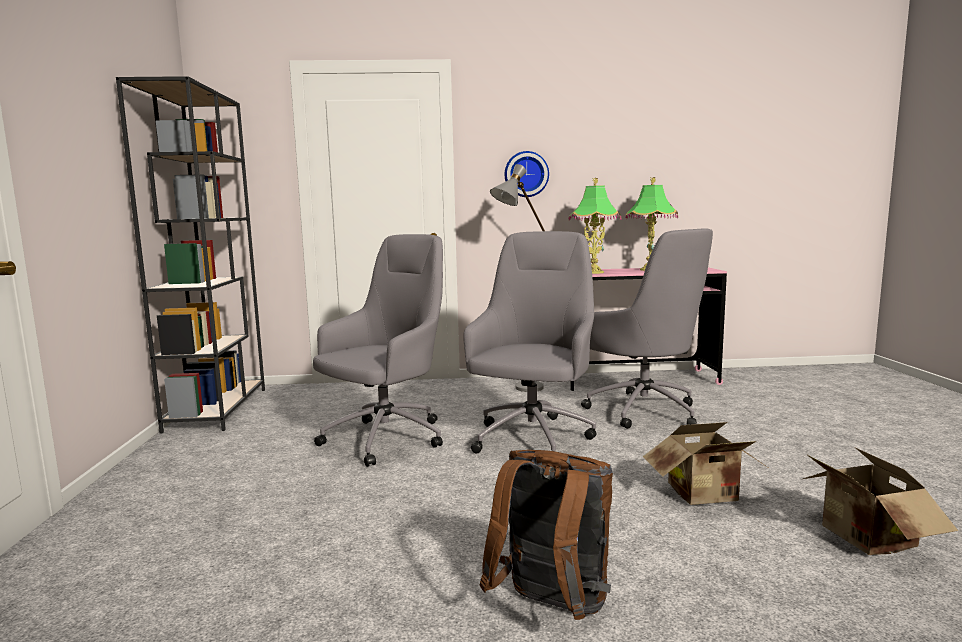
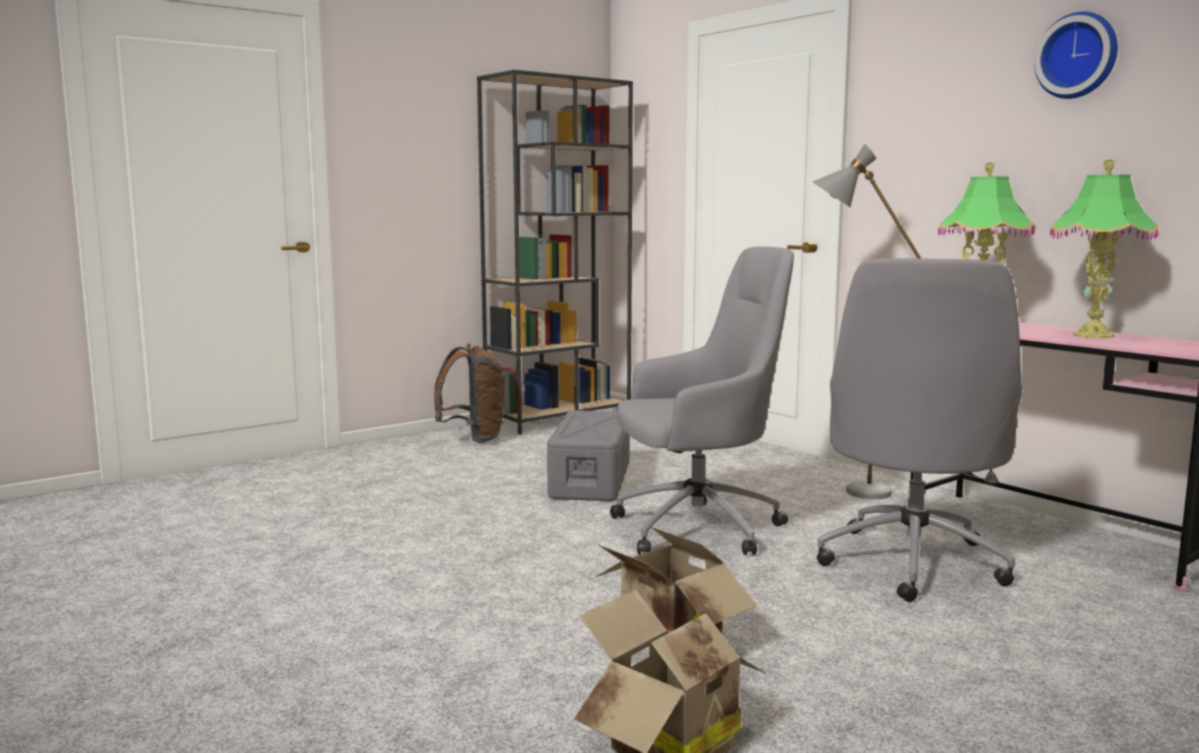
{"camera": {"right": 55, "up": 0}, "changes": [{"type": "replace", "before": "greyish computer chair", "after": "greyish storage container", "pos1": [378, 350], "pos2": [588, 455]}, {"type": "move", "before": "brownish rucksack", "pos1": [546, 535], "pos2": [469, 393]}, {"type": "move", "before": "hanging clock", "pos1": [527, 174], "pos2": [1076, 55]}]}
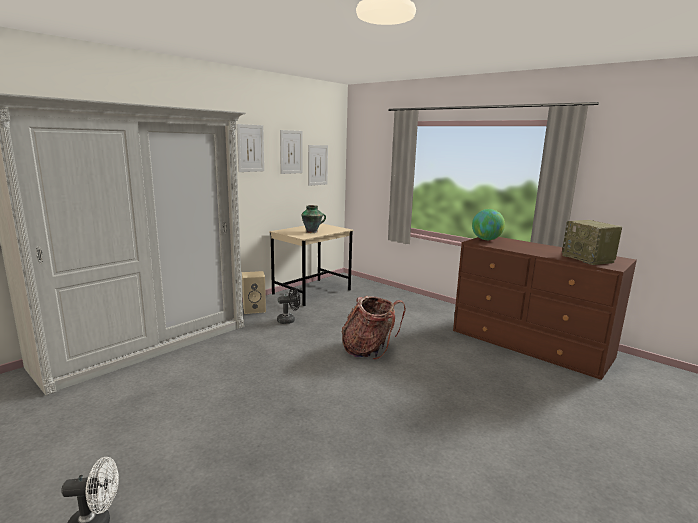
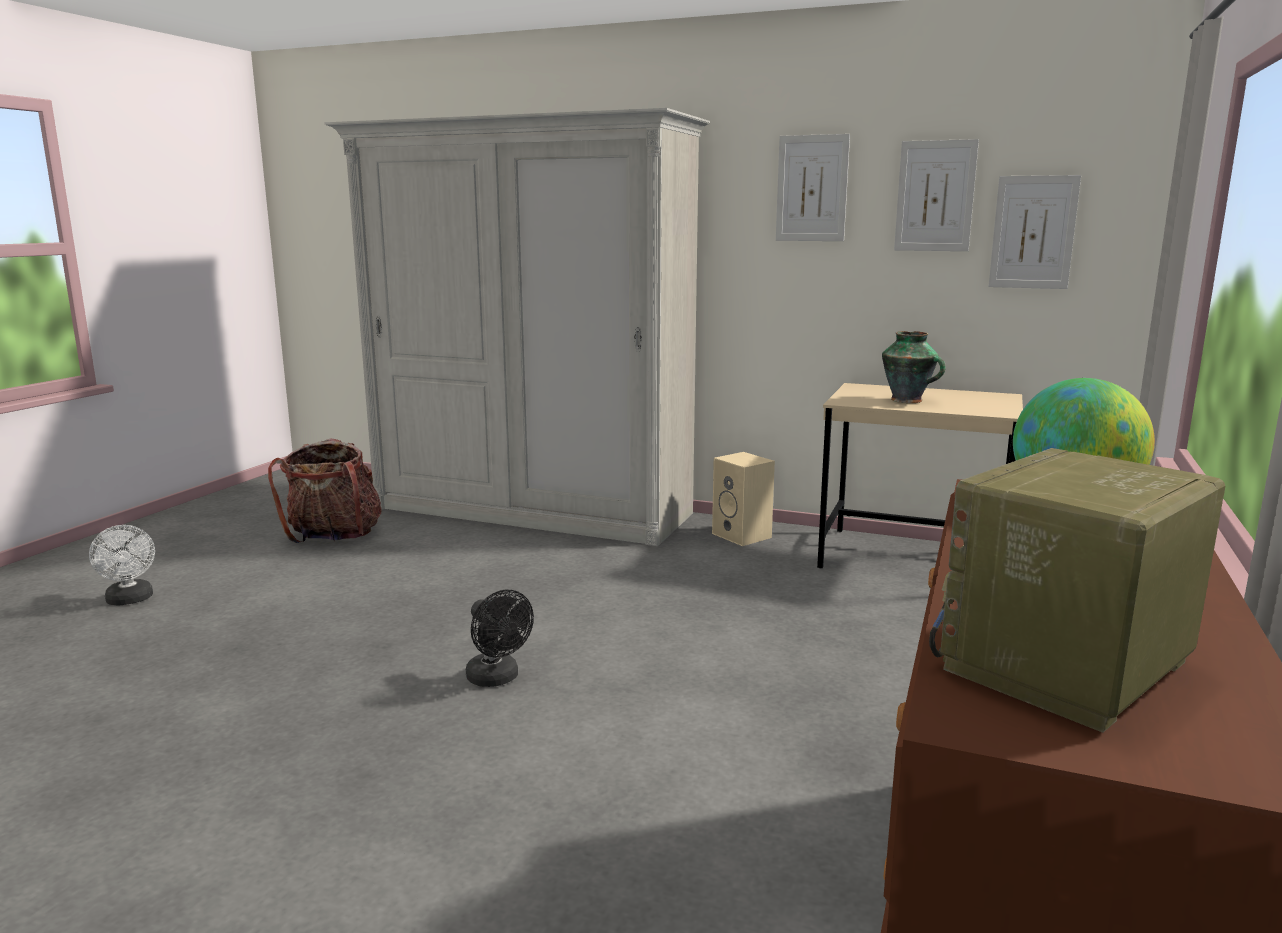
{"camera": {"right": 70, "up": 0}, "changes": [{"type": "move", "before": "blackish cooling fan", "pos1": [288, 305], "pos2": [500, 638]}, {"type": "move", "before": "rucksack", "pos1": [374, 328], "pos2": [325, 490]}]}
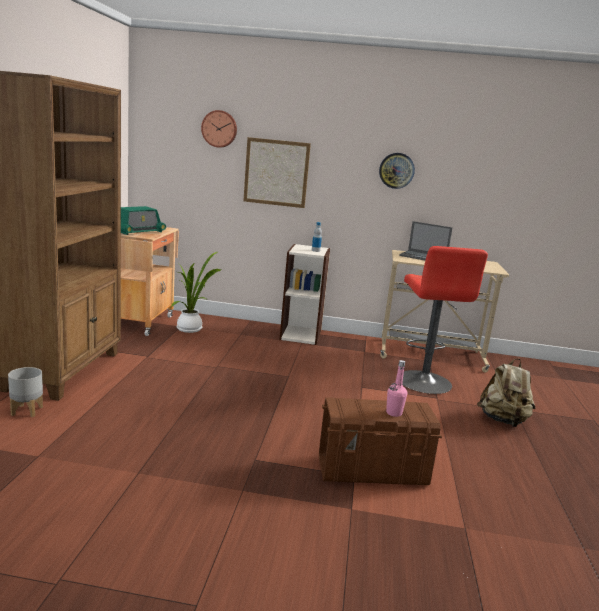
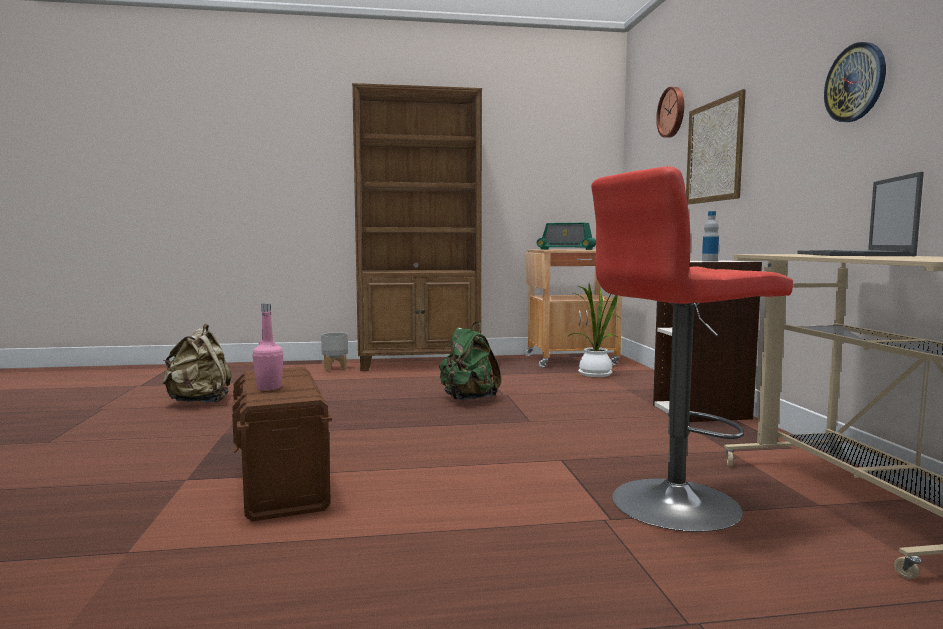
{"camera": {"right": 75, "up": -10}, "changes": [{"type": "move", "before": "beige-coloured rucksack", "pos1": [506, 393], "pos2": [197, 363]}, {"type": "insert", "after": "green rucksack", "pos2": [470, 361]}]}
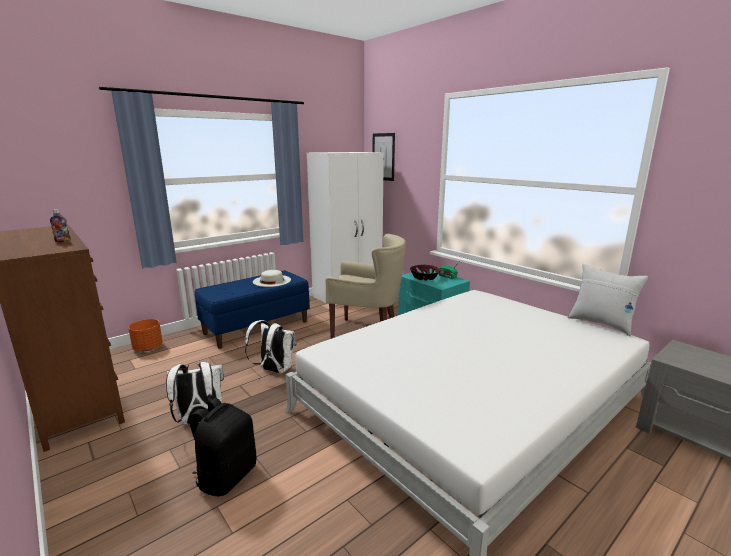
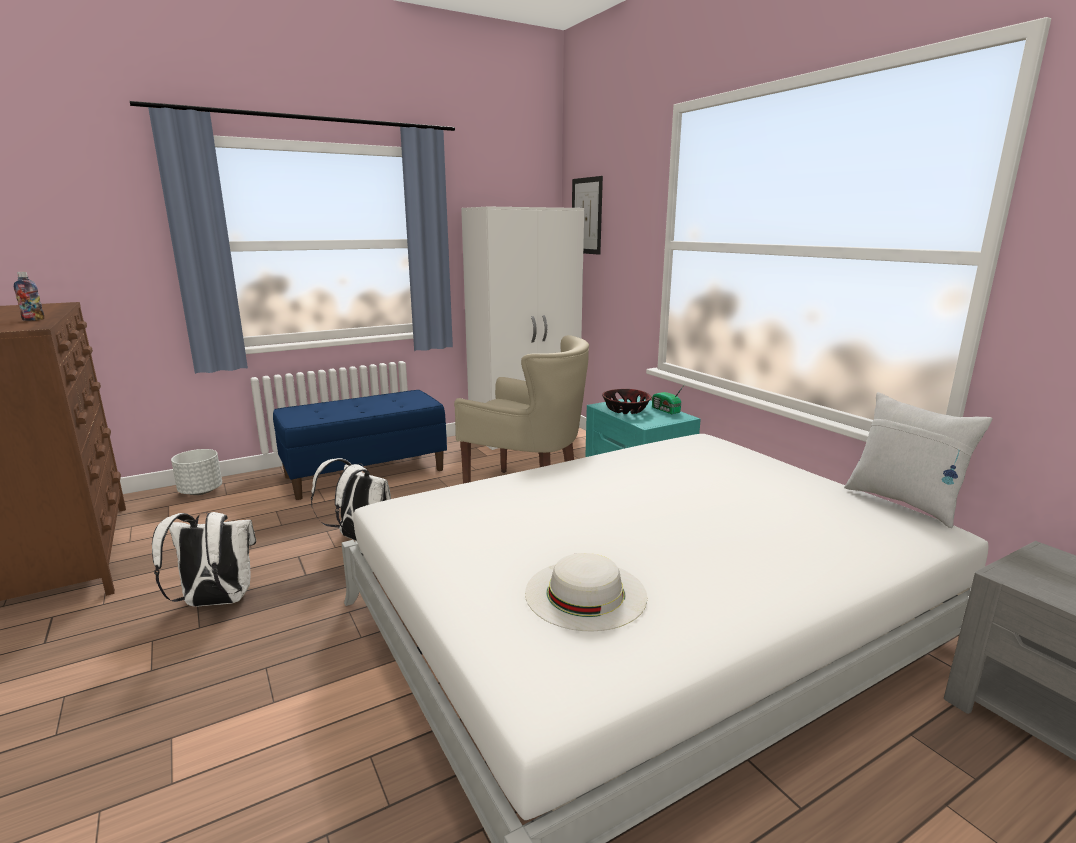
{"camera": {"right": 10, "up": 0}, "changes": [{"type": "recolor", "before": "orangey flower pot", "after": "white-coloured flower pot", "pos1": [145, 335], "pos2": [196, 472]}, {"type": "delete", "before": "blackish rucksack", "pos1": [223, 447]}, {"type": "move", "before": "white-coloured wearable hat", "pos1": [272, 278], "pos2": [586, 592]}]}
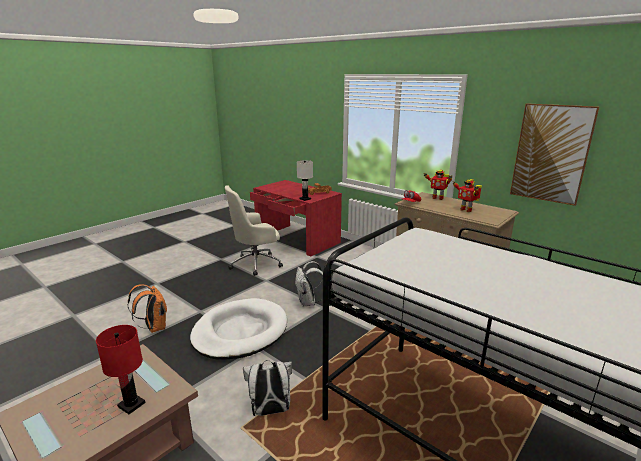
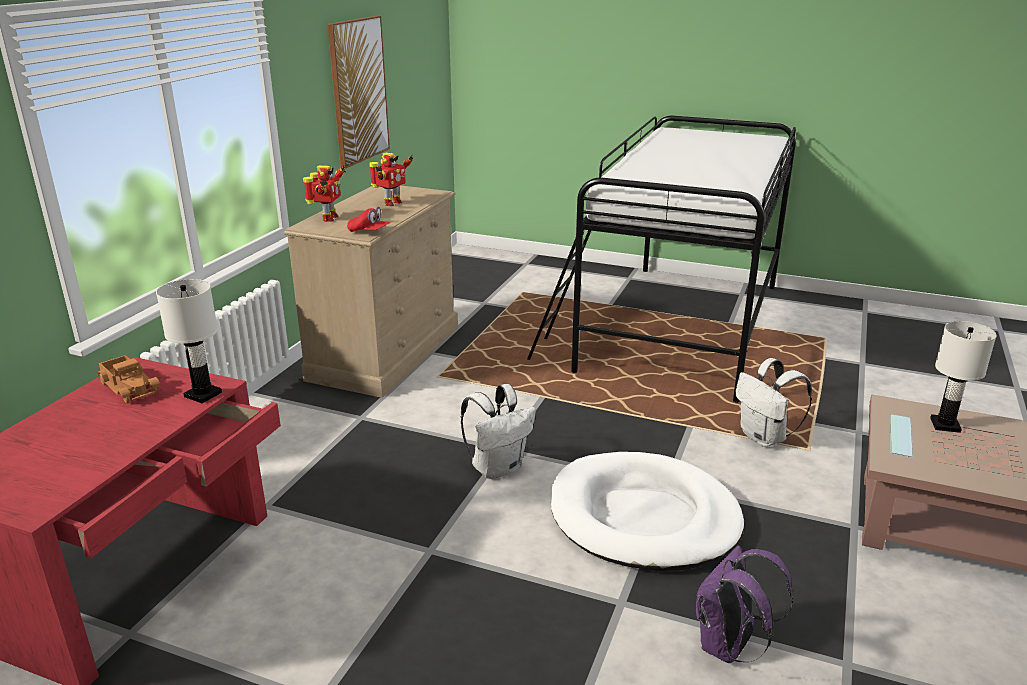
{"camera": {"right": -110, "up": 5}, "changes": [{"type": "recolor", "before": "red tabletop lamp", "after": "white-coloured tabletop lamp", "pos1": [120, 369], "pos2": [963, 377]}, {"type": "recolor", "before": "orangey rucksack", "after": "purple rucksack", "pos1": [147, 308], "pos2": [744, 604]}, {"type": "delete", "before": "beige-coloured computer chair", "pos1": [254, 230]}]}
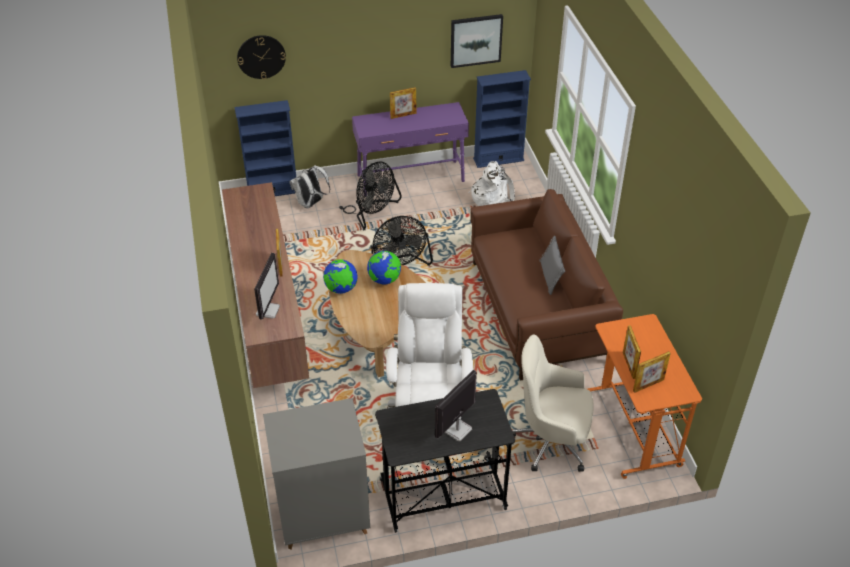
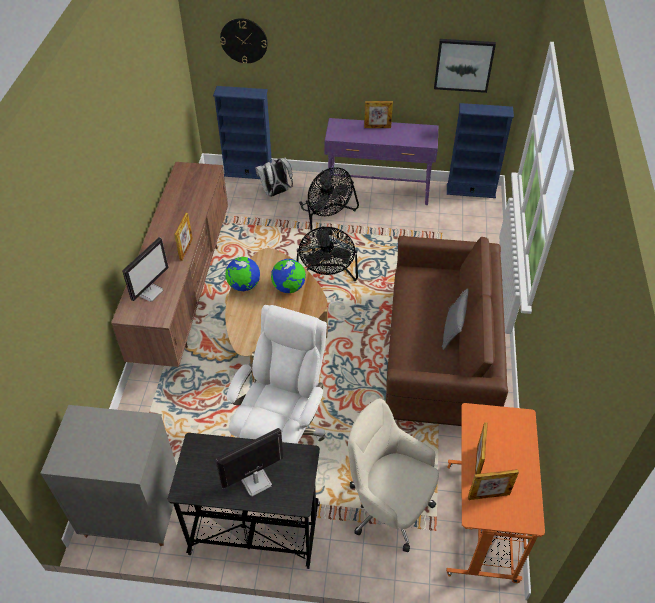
{"camera": {"right": 20, "up": 5}, "changes": [{"type": "delete", "before": "white-coloured rucksack", "pos1": [492, 183]}]}
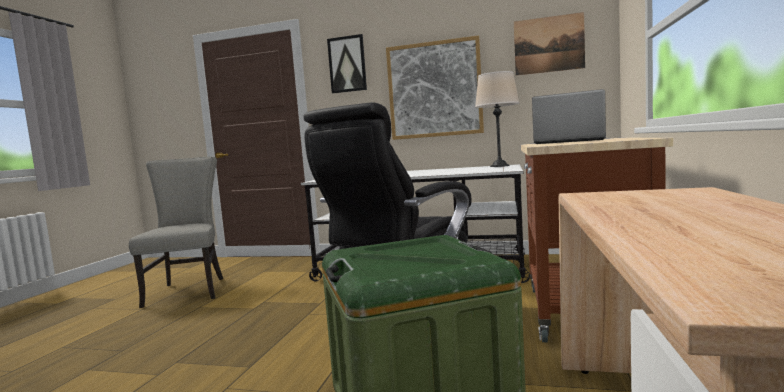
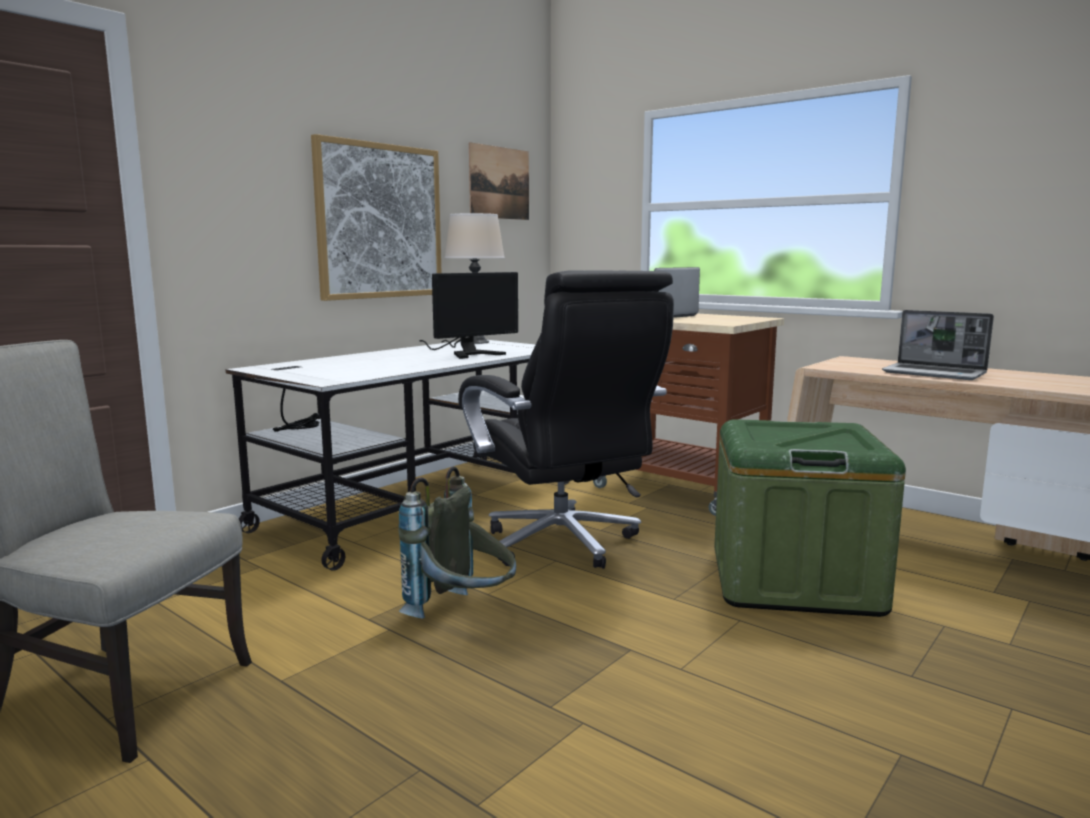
{"camera": {"right": -65, "up": 5}, "changes": [{"type": "delete", "before": "wall picture", "pos1": [347, 63]}, {"type": "insert", "after": "greyish rucksack", "pos2": [457, 543]}, {"type": "insert", "after": "monitor", "pos2": [469, 315]}, {"type": "insert", "after": "notebook computer", "pos2": [938, 345]}]}
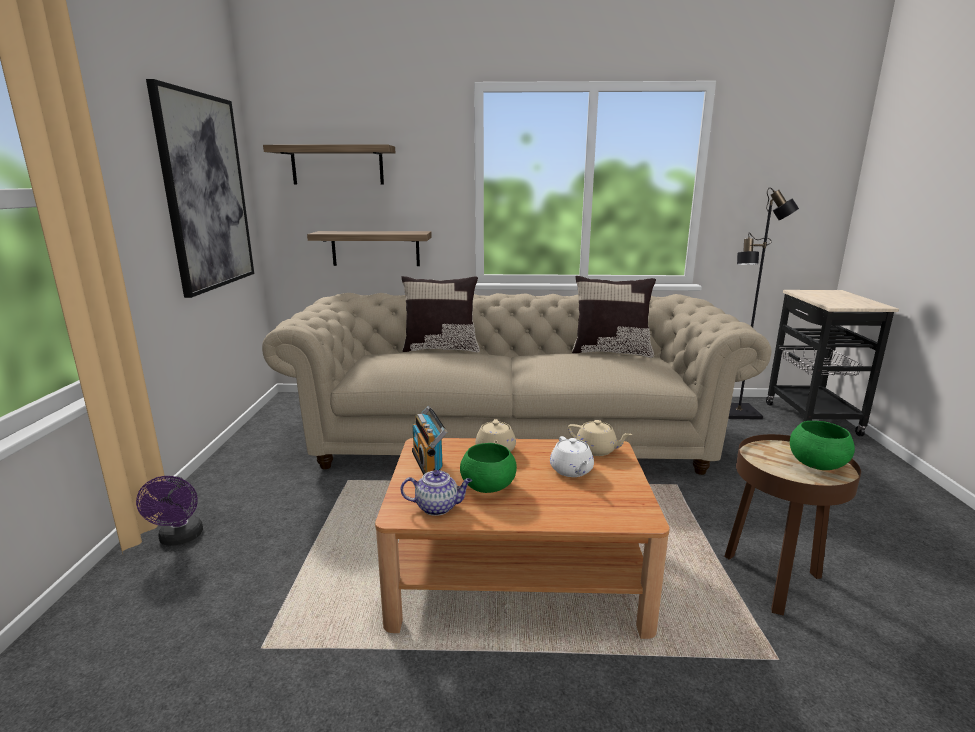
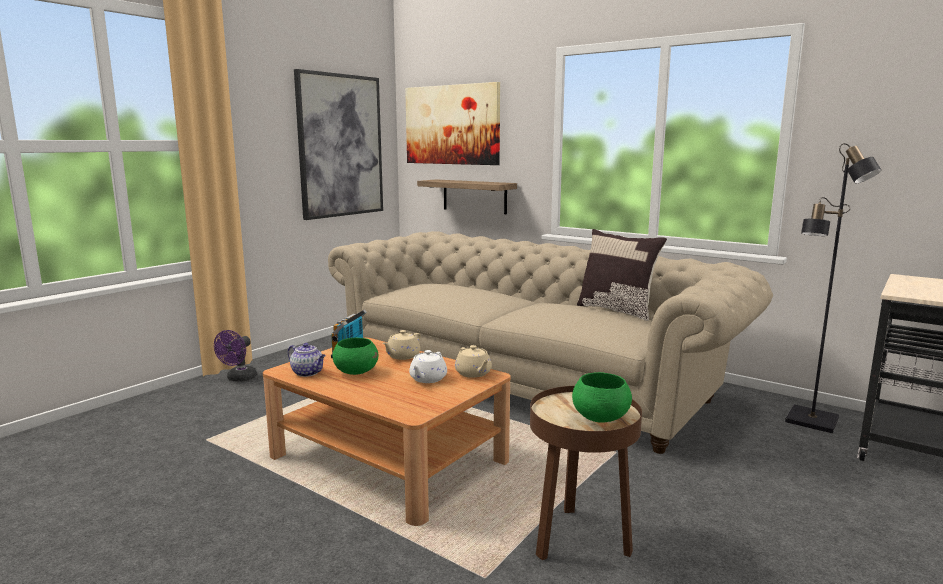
{"camera": {"right": 35, "up": -5}, "changes": [{"type": "replace", "before": "shelf", "after": "wall picture", "pos1": [329, 164], "pos2": [452, 123]}, {"type": "delete", "before": "pillow", "pos1": [440, 314]}]}
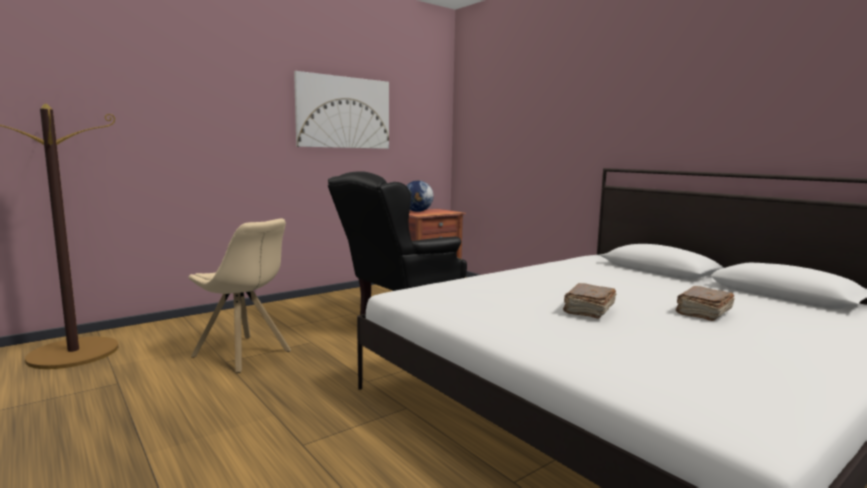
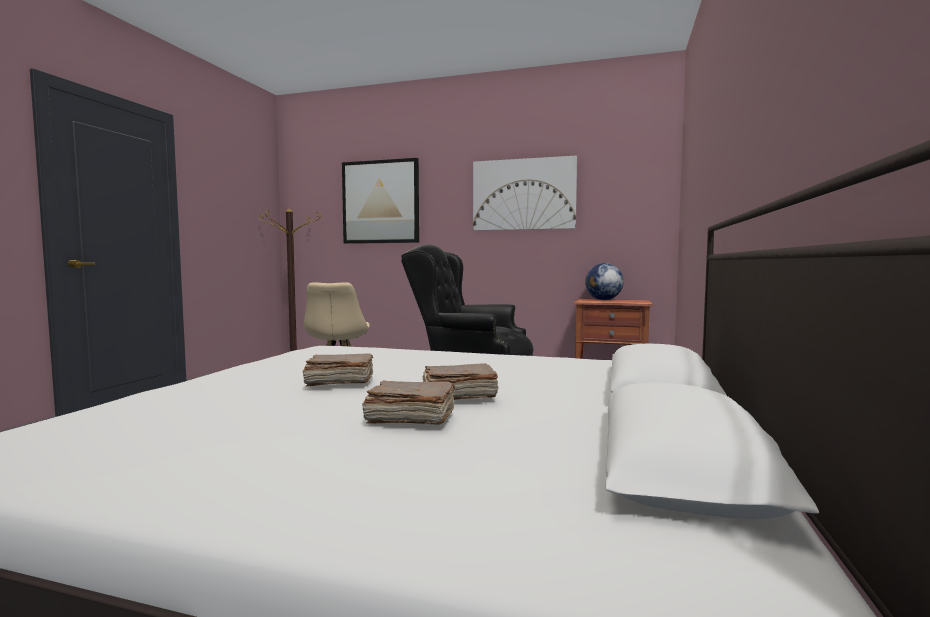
{"camera": {"right": 55, "up": -5}, "changes": [{"type": "insert", "after": "wall picture", "pos2": [380, 201]}, {"type": "insert", "after": "brownish bound book", "pos2": [460, 381]}]}
